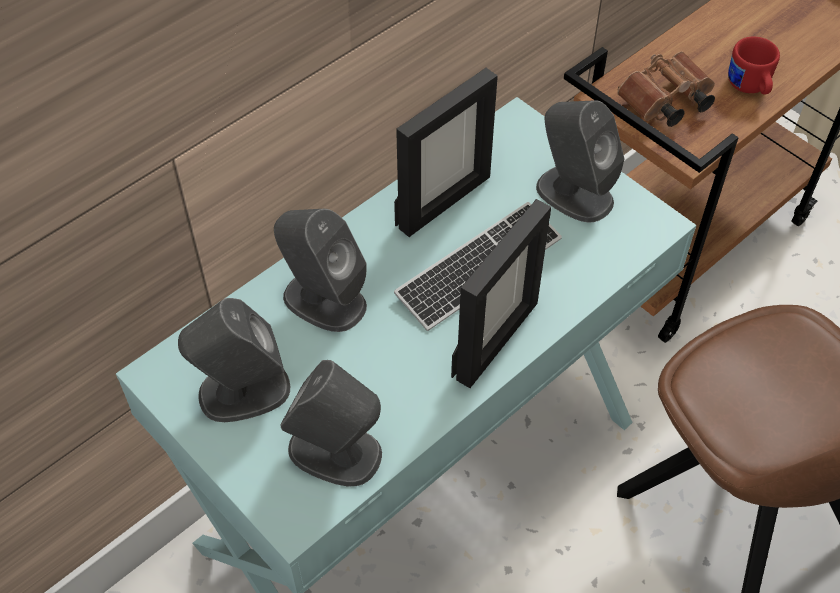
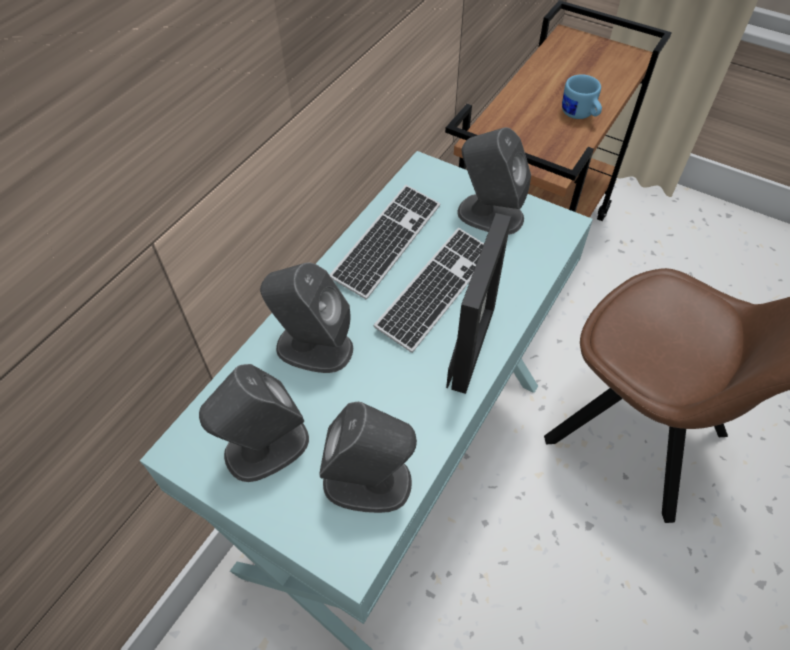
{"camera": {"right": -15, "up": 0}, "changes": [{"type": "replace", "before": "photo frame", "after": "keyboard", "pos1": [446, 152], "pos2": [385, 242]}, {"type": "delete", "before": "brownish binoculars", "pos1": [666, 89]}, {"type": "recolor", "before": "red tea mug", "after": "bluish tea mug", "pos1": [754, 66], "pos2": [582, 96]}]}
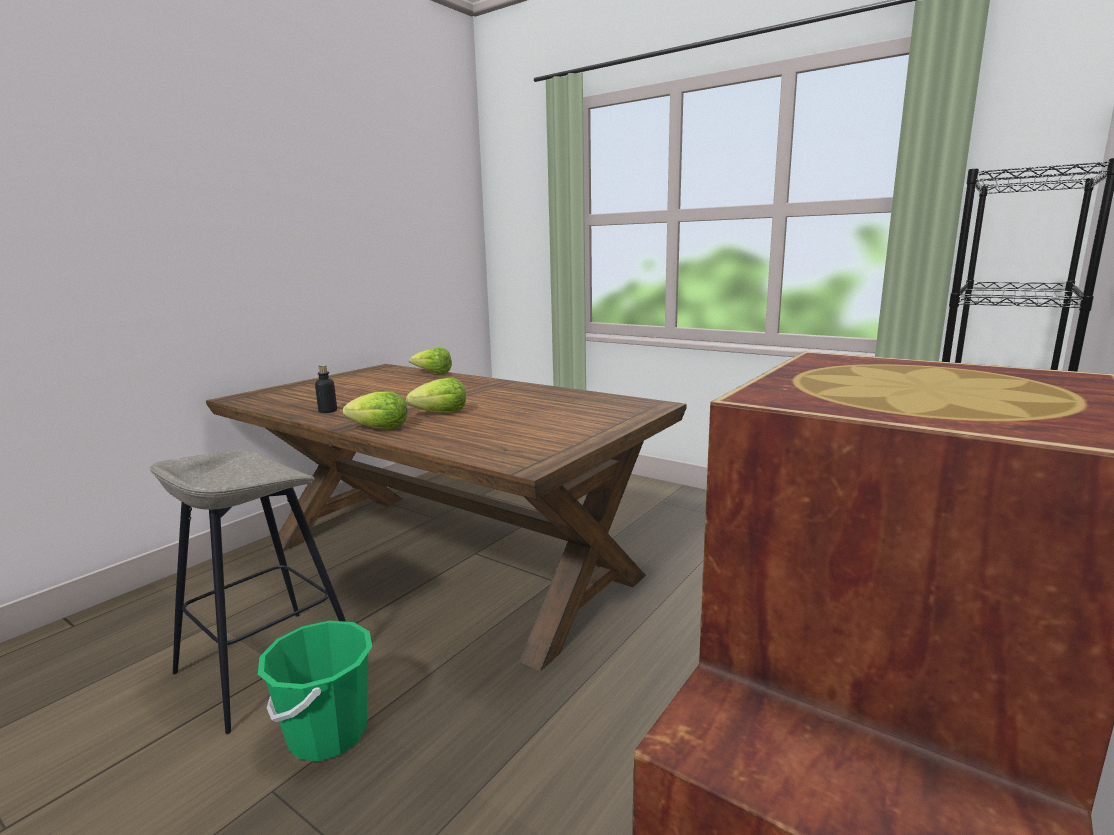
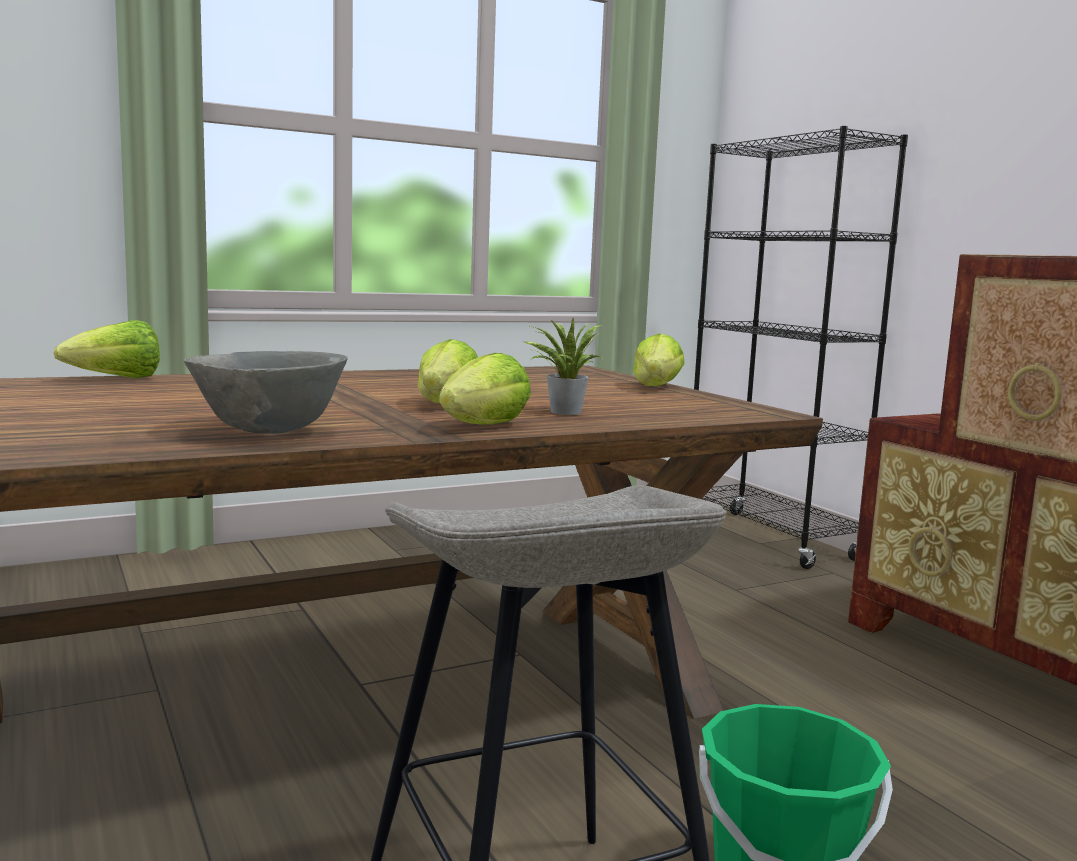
{"camera": {"right": -65, "up": -5}, "changes": [{"type": "replace", "before": "drink bottle", "after": "greyish bowl", "pos1": [326, 389], "pos2": [266, 392]}, {"type": "insert", "after": "houseplant", "pos2": [562, 366]}, {"type": "insert", "after": "head of lettuce", "pos2": [659, 360]}]}
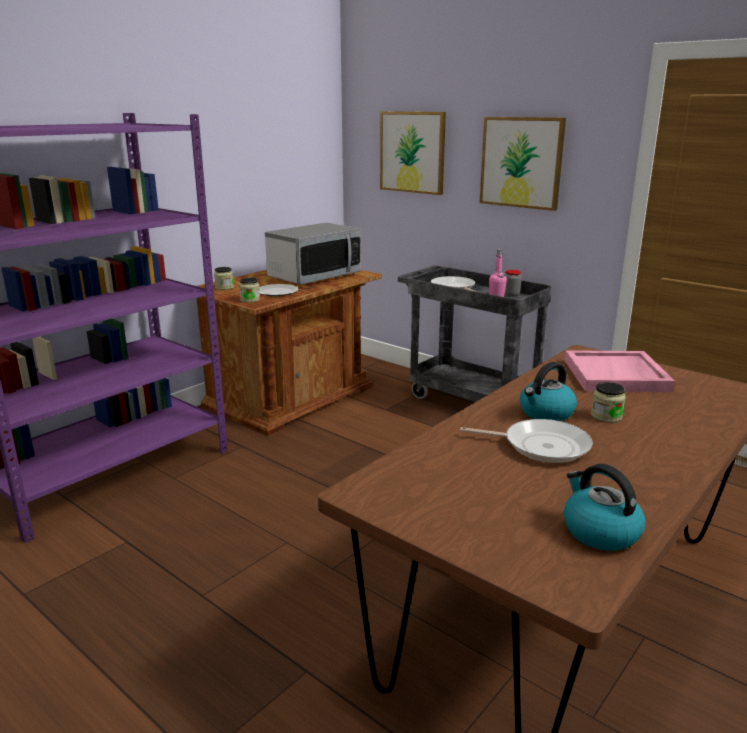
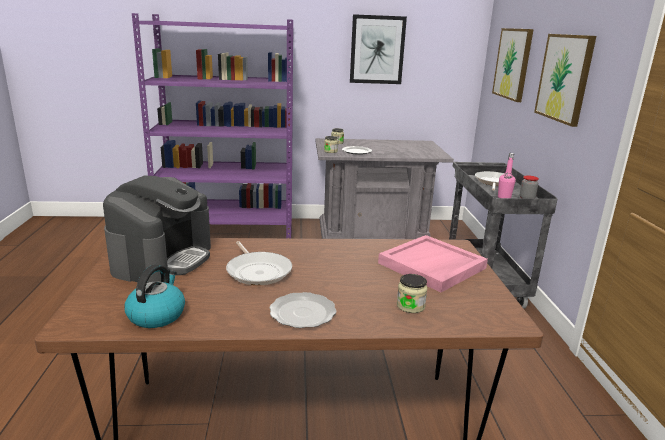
{"camera": {"right": 45, "up": 0}, "changes": [{"type": "recolor", "before": "brownish storage cabinet", "after": "greyish storage cabinet", "pos1": [289, 353], "pos2": [384, 188]}, {"type": "delete", "before": "microwave oven", "pos1": [313, 253]}, {"type": "delete", "before": "kettle", "pos1": [548, 391]}, {"type": "move", "before": "storage jar", "pos1": [608, 402], "pos2": [412, 293]}, {"type": "insert", "after": "coffee machine", "pos2": [157, 229]}, {"type": "insert", "after": "dinner plate", "pos2": [303, 310]}, {"type": "insert", "after": "wall picture", "pos2": [378, 49]}]}
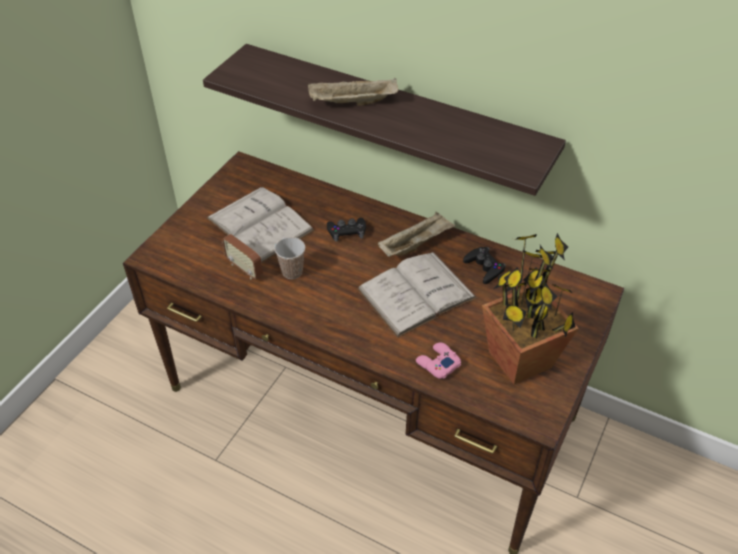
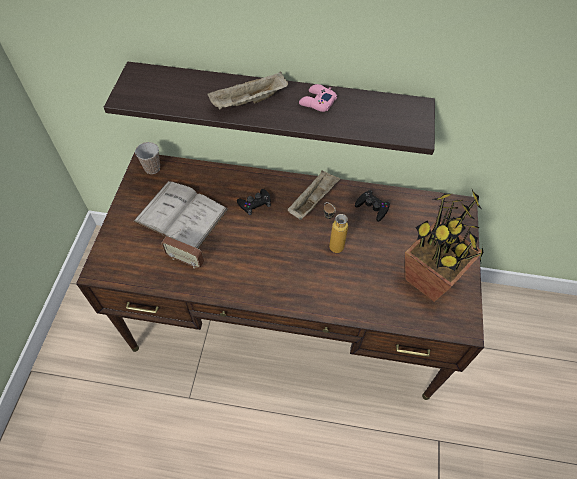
{"camera": {"right": -20, "up": 10}, "changes": [{"type": "move", "before": "drinking cup", "pos1": [289, 258], "pos2": [147, 158]}, {"type": "replace", "before": "white-coloured bound book", "after": "drink bottle", "pos1": [417, 295], "pos2": [336, 227]}, {"type": "move", "before": "pink gamepad", "pos1": [438, 360], "pos2": [318, 98]}]}
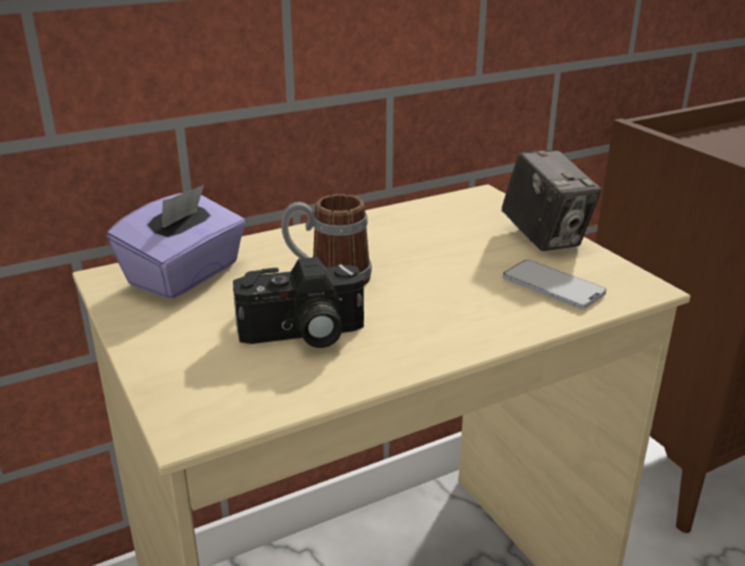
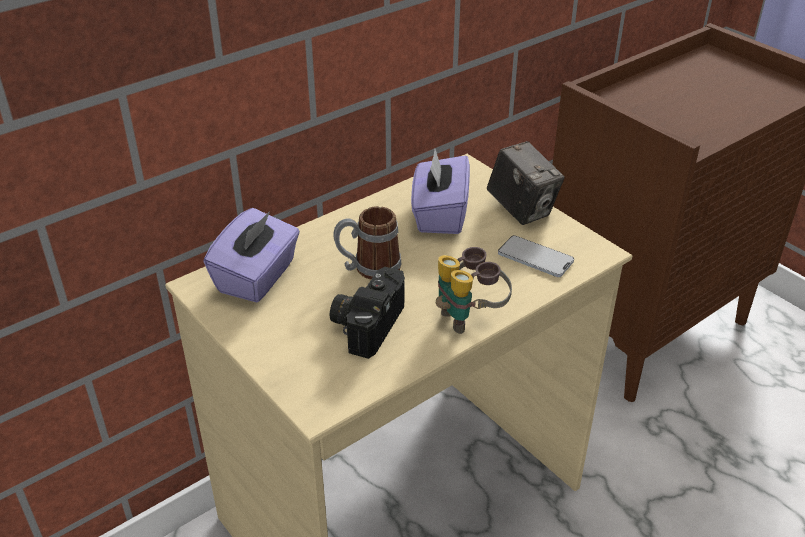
{"camera": {"right": -10, "up": 10}, "changes": [{"type": "rotate", "before": "photo camera", "pos1": [298, 302], "pos2": [367, 313], "turn": 135}, {"type": "insert", "after": "purple box of tissues", "pos2": [440, 191]}, {"type": "insert", "after": "binoculars", "pos2": [474, 290]}]}
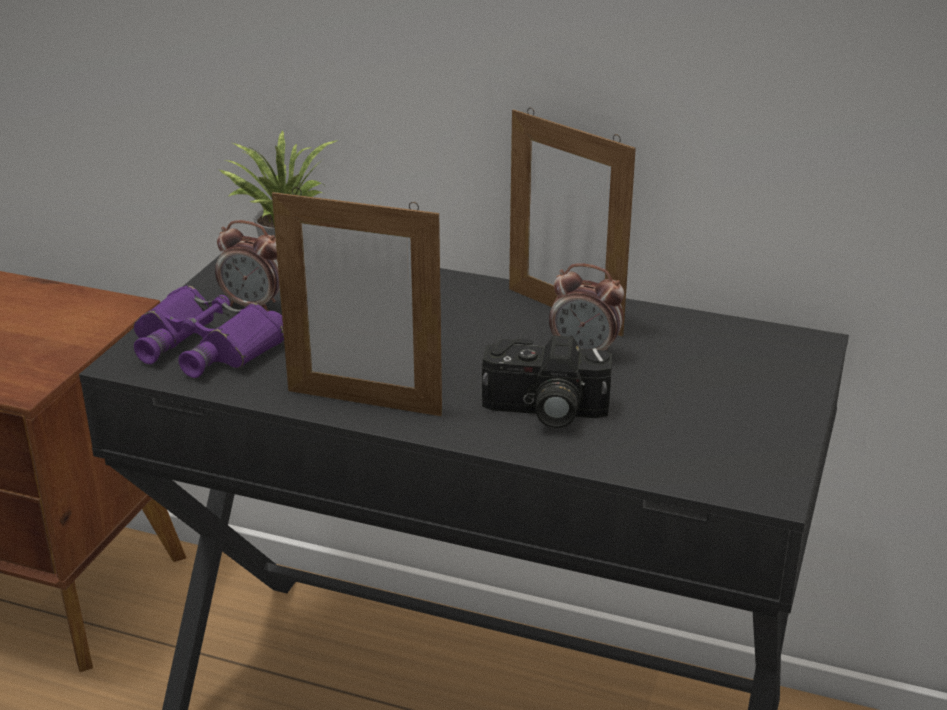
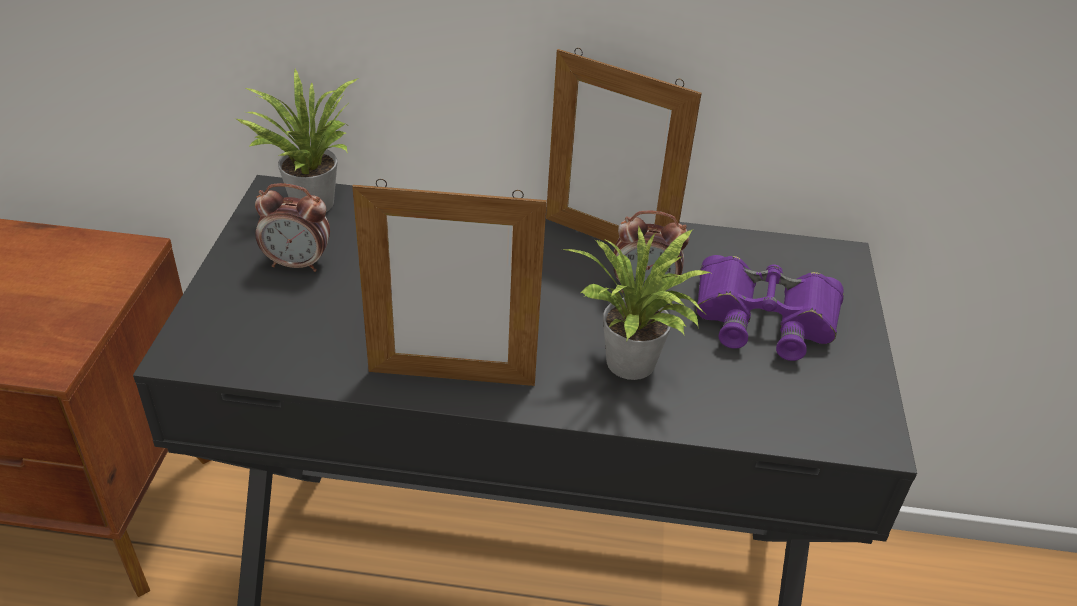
{"camera": {"right": -15, "up": 10}, "changes": [{"type": "move", "before": "purple binoculars", "pos1": [209, 332], "pos2": [770, 308]}, {"type": "replace", "before": "photo camera", "after": "houseplant", "pos1": [547, 381], "pos2": [636, 303]}]}
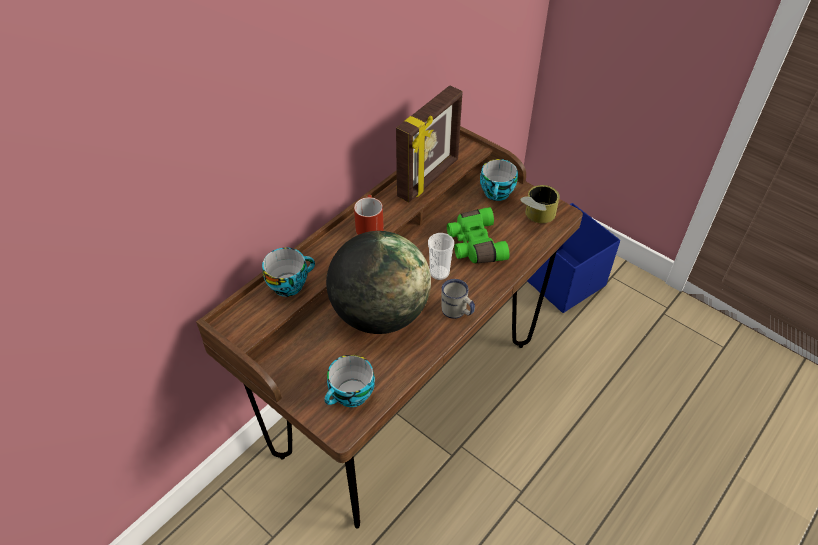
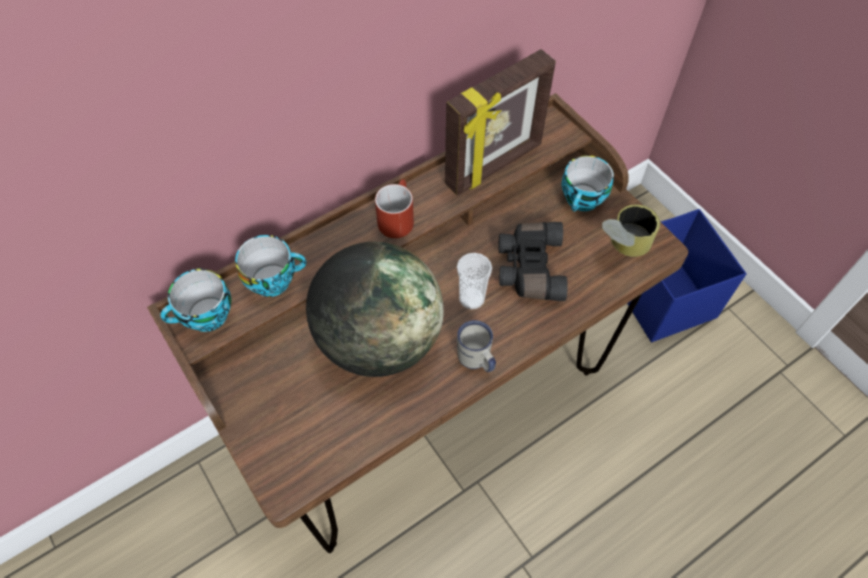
{"camera": {"right": 15, "up": 10}, "changes": [{"type": "move", "before": "drinking cup", "pos1": [349, 381], "pos2": [195, 300]}, {"type": "recolor", "before": "green binoculars", "after": "blackish binoculars", "pos1": [478, 235], "pos2": [533, 261]}]}
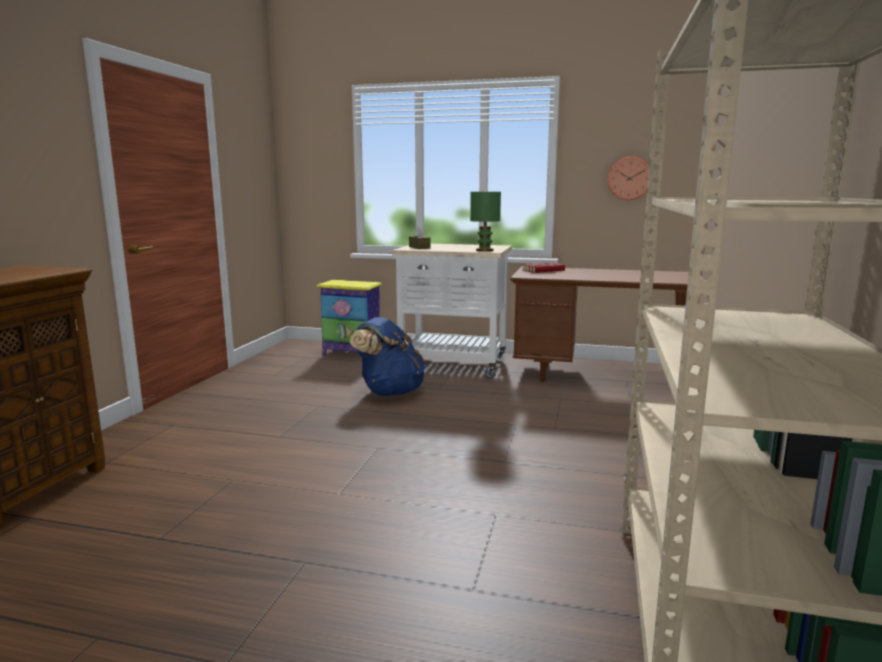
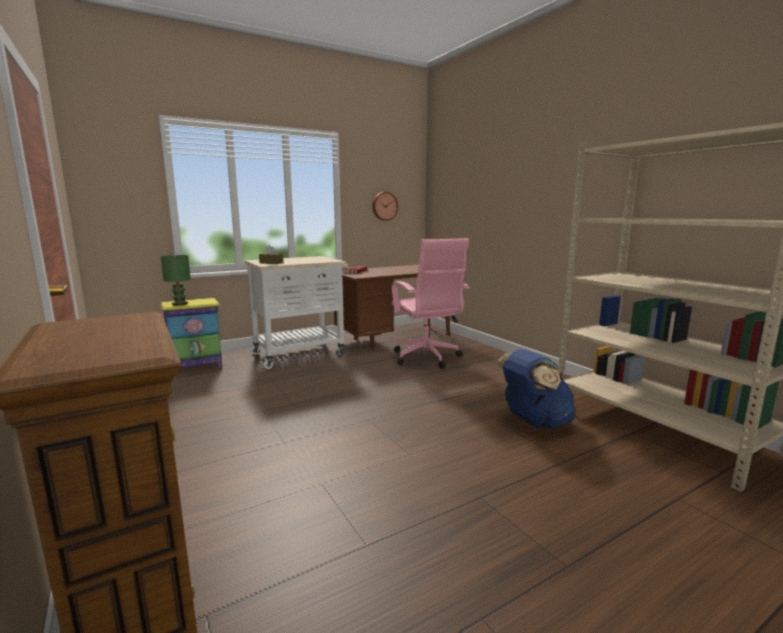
{"camera": {"right": -45, "up": 0}, "changes": [{"type": "move", "before": "bluish rucksack", "pos1": [388, 356], "pos2": [535, 389]}, {"type": "move", "before": "green tabletop lamp", "pos1": [485, 221], "pos2": [176, 280]}, {"type": "insert", "after": "pink computer chair", "pos2": [431, 303]}]}
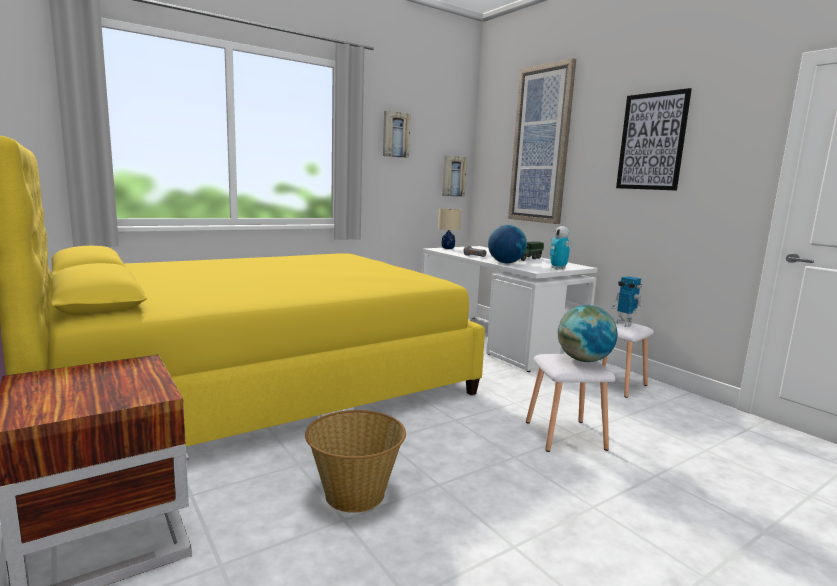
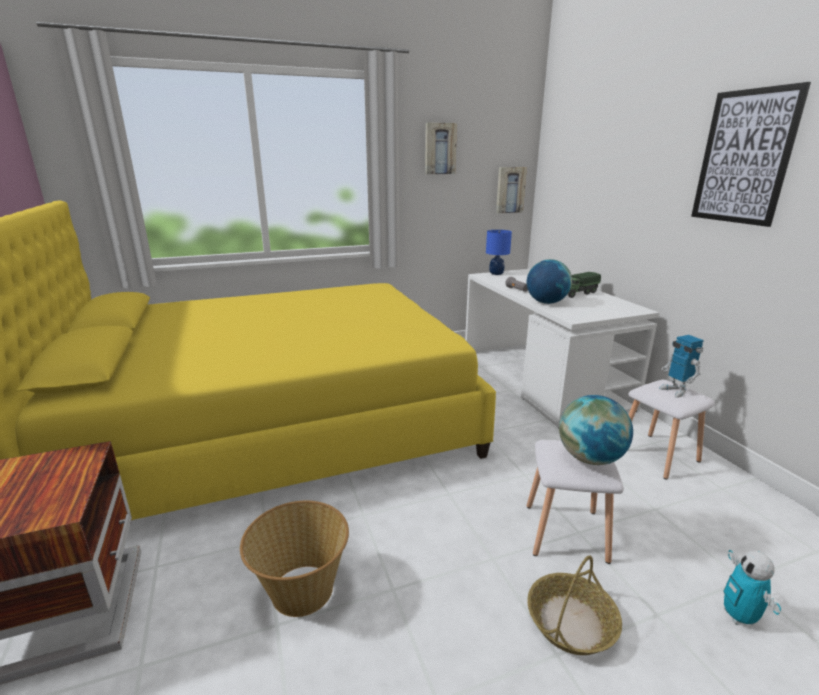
{"camera": {"right": 15, "up": 10}, "changes": [{"type": "recolor", "before": "beige-coloured tabletop lamp", "after": "bluish tabletop lamp", "pos1": [449, 229], "pos2": [499, 252]}, {"type": "delete", "before": "wall picture", "pos1": [542, 141]}, {"type": "move", "before": "robot figure", "pos1": [561, 247], "pos2": [752, 587]}, {"type": "insert", "after": "basket", "pos2": [574, 605]}]}
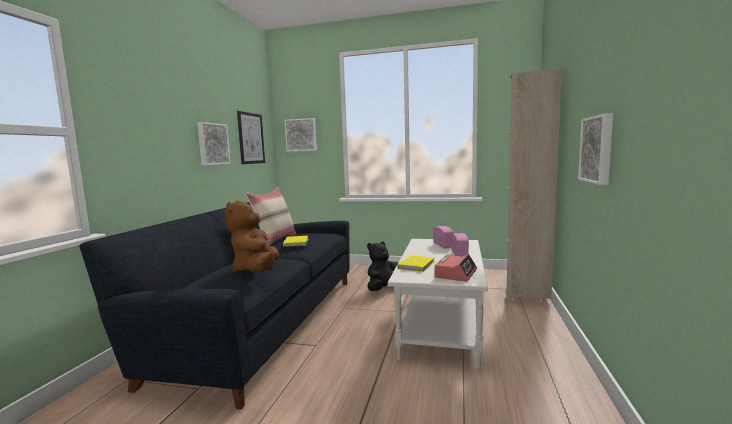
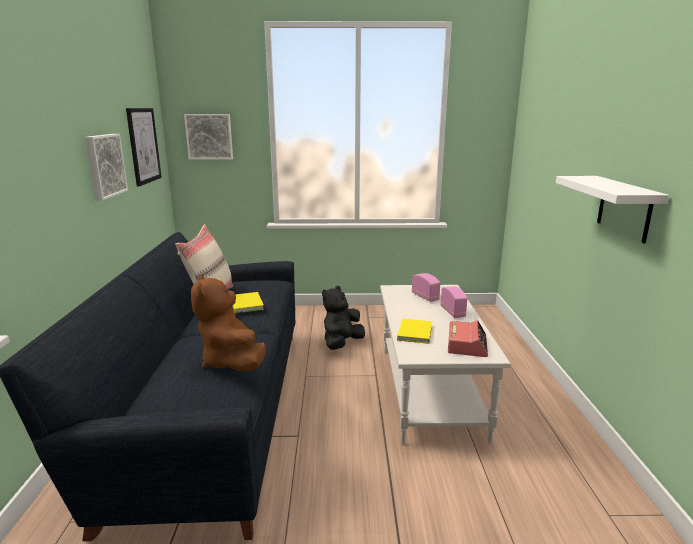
{"camera": {"right": -15, "up": 10}, "changes": [{"type": "delete", "before": "beige-coloured bookshelf", "pos1": [533, 185]}, {"type": "replace", "before": "wall picture", "after": "white-coloured shelf", "pos1": [595, 149], "pos2": [612, 209]}]}
